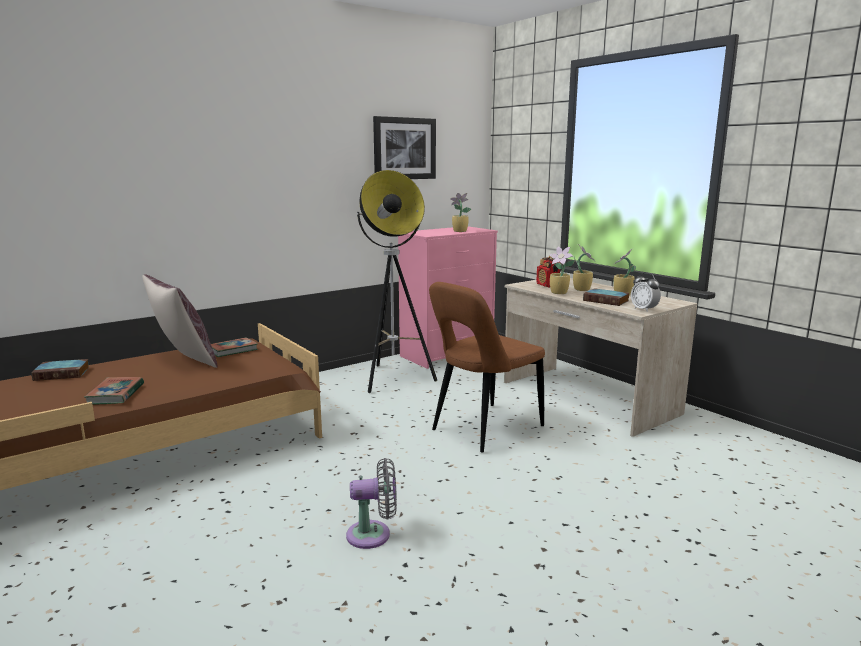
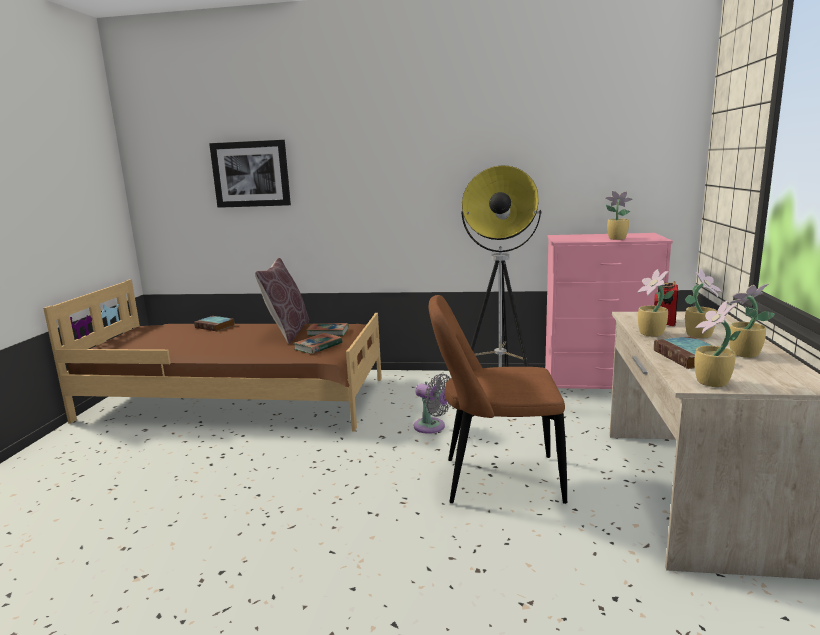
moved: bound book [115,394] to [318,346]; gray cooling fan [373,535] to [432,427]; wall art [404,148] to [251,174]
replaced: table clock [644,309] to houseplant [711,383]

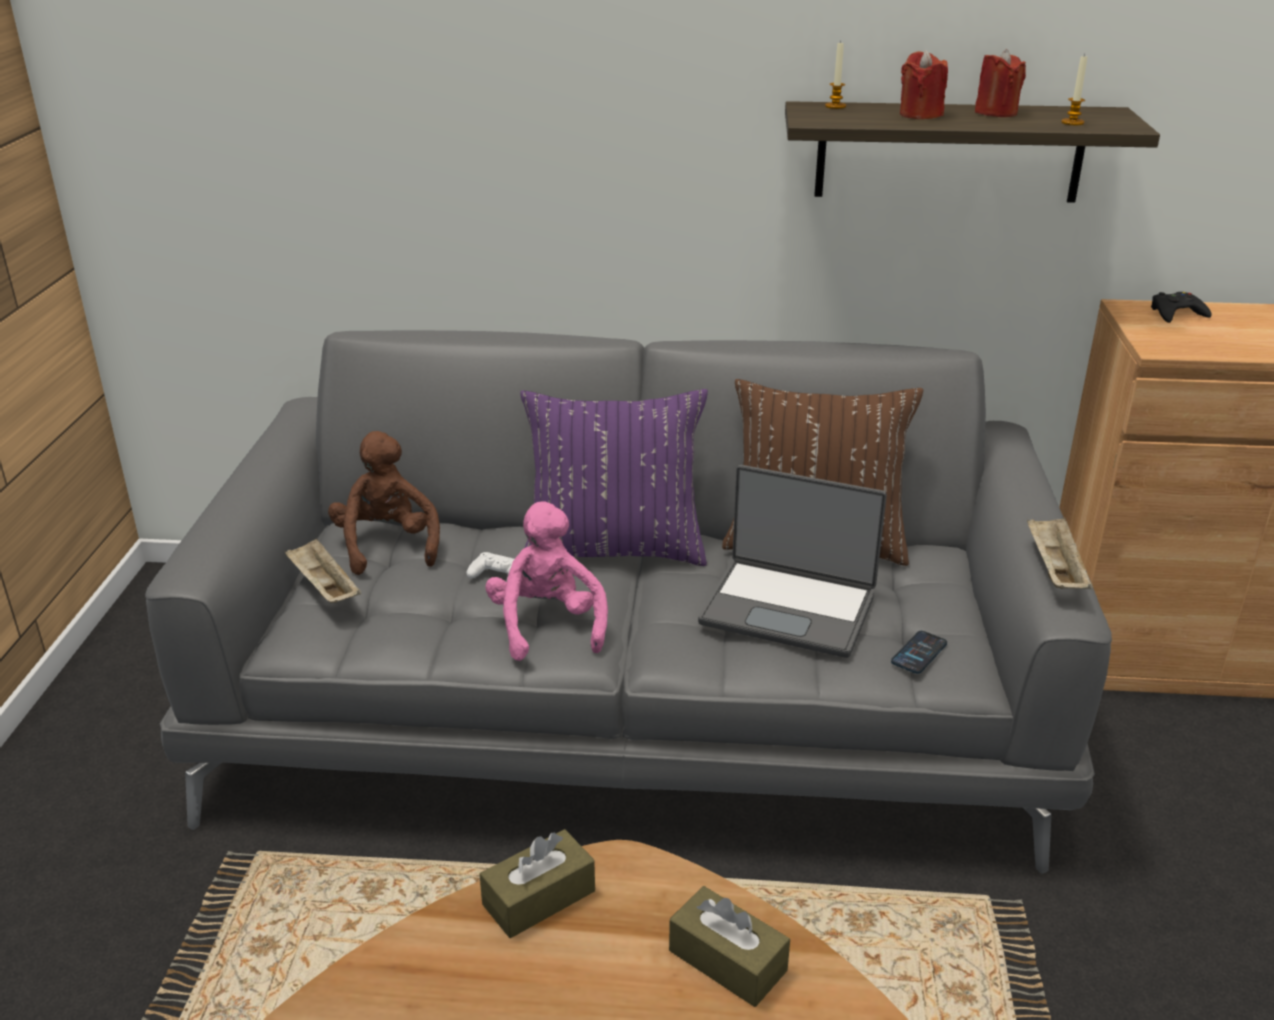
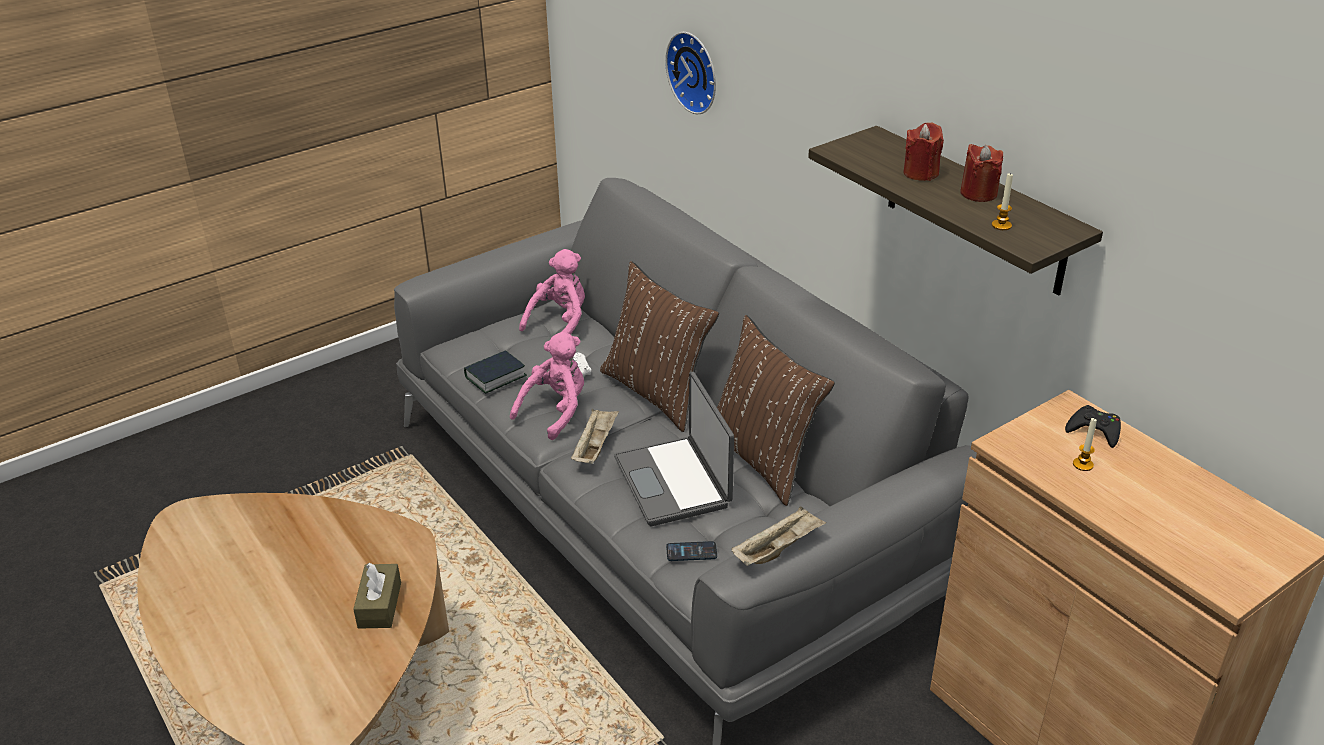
removed: brown box of tissues [539,898]
added: bound book [495,376]; clock on the wall [696,71]
moved: beige-coloured serving tray [324,588] to [595,446]; wax candle [835,106] to [1083,464]
recoloured: brown cuddly toy [387,545] to pinkish cuddly toy [560,323]; purple pillow [614,549] to brown pillow [657,393]

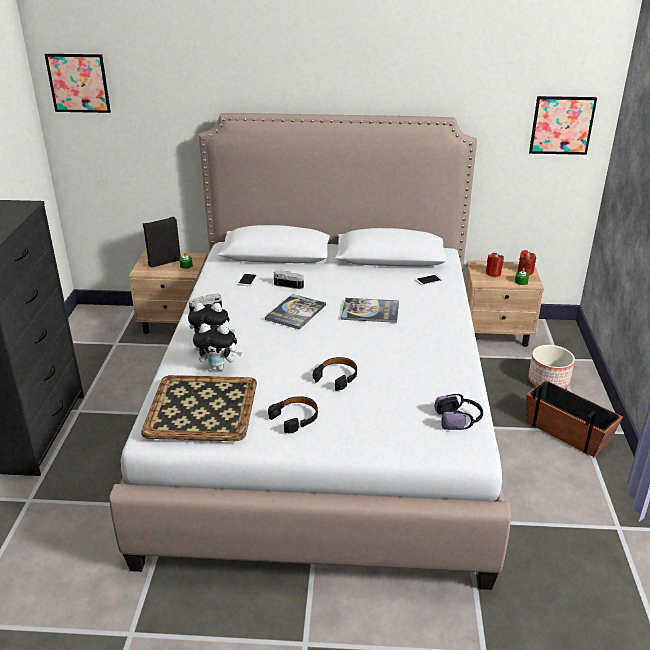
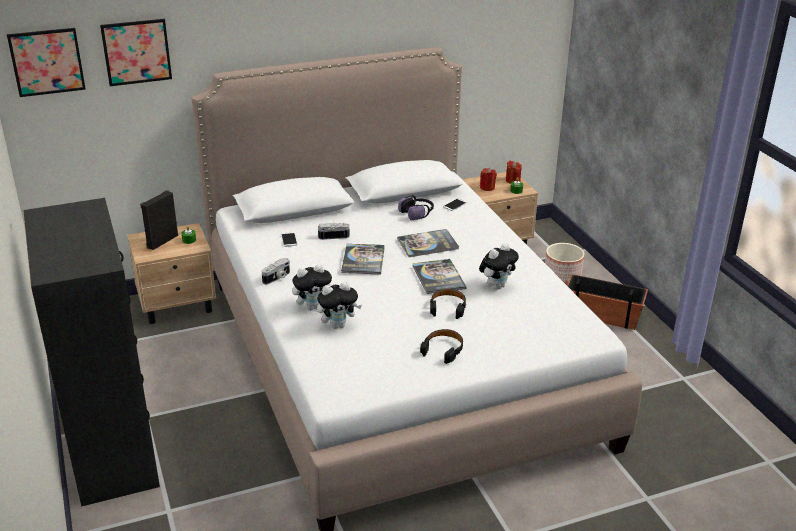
removed: serving tray [203,407]
added: bound book [438,277]; cuddly toy [497,286]
moved: headset [459,419] to [417,213]; wall art [562,125] to [136,52]

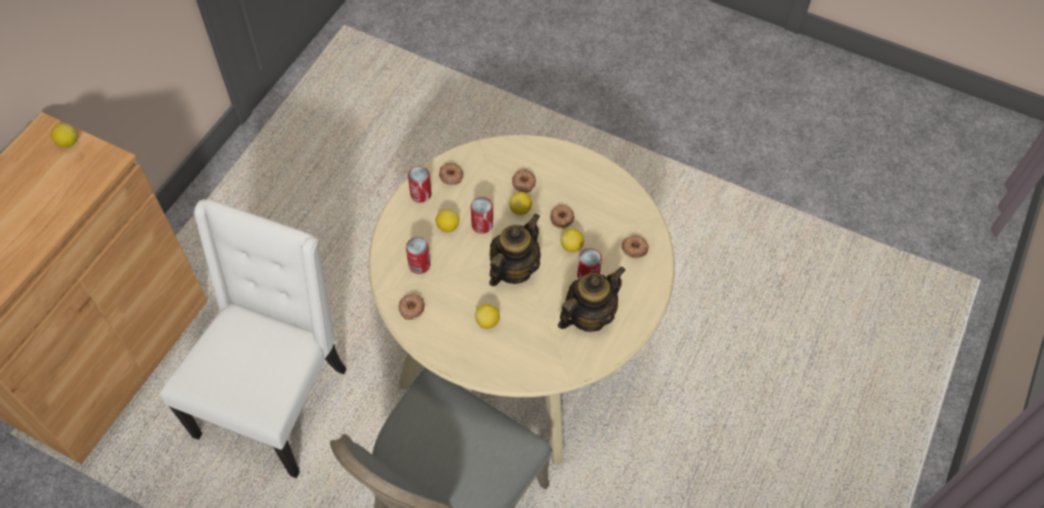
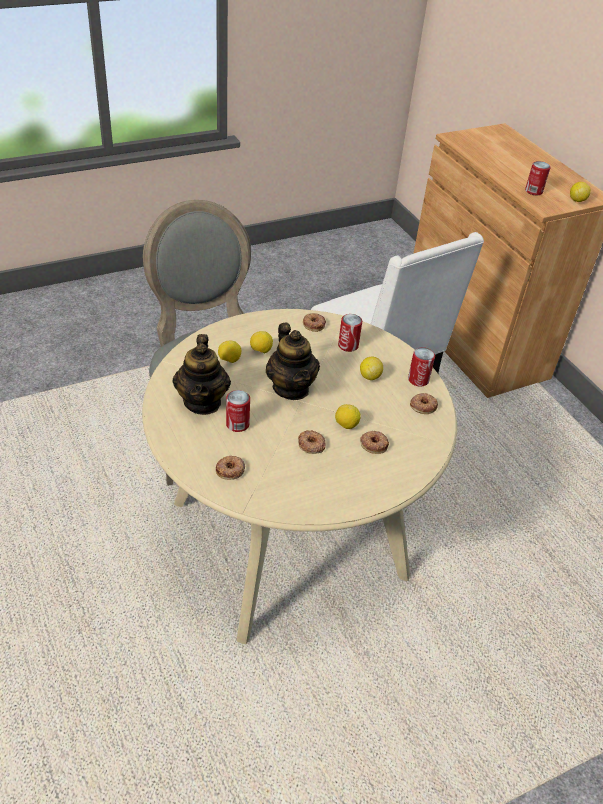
moved: sealed can [482,225] to [533,191]; lemon [571,246] to [229,360]

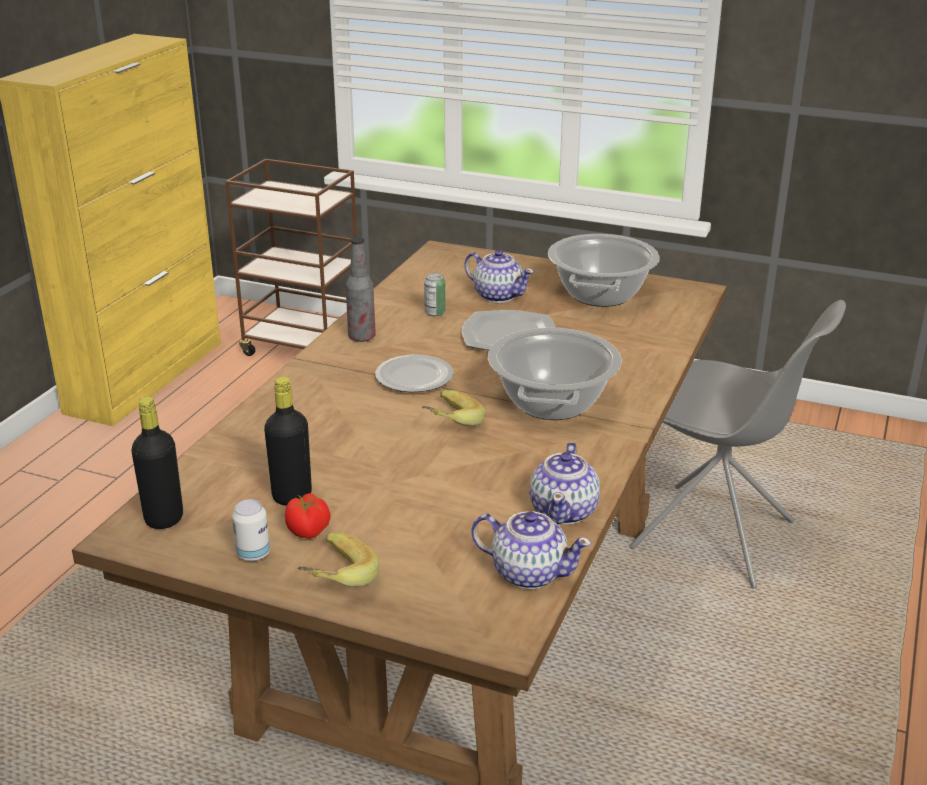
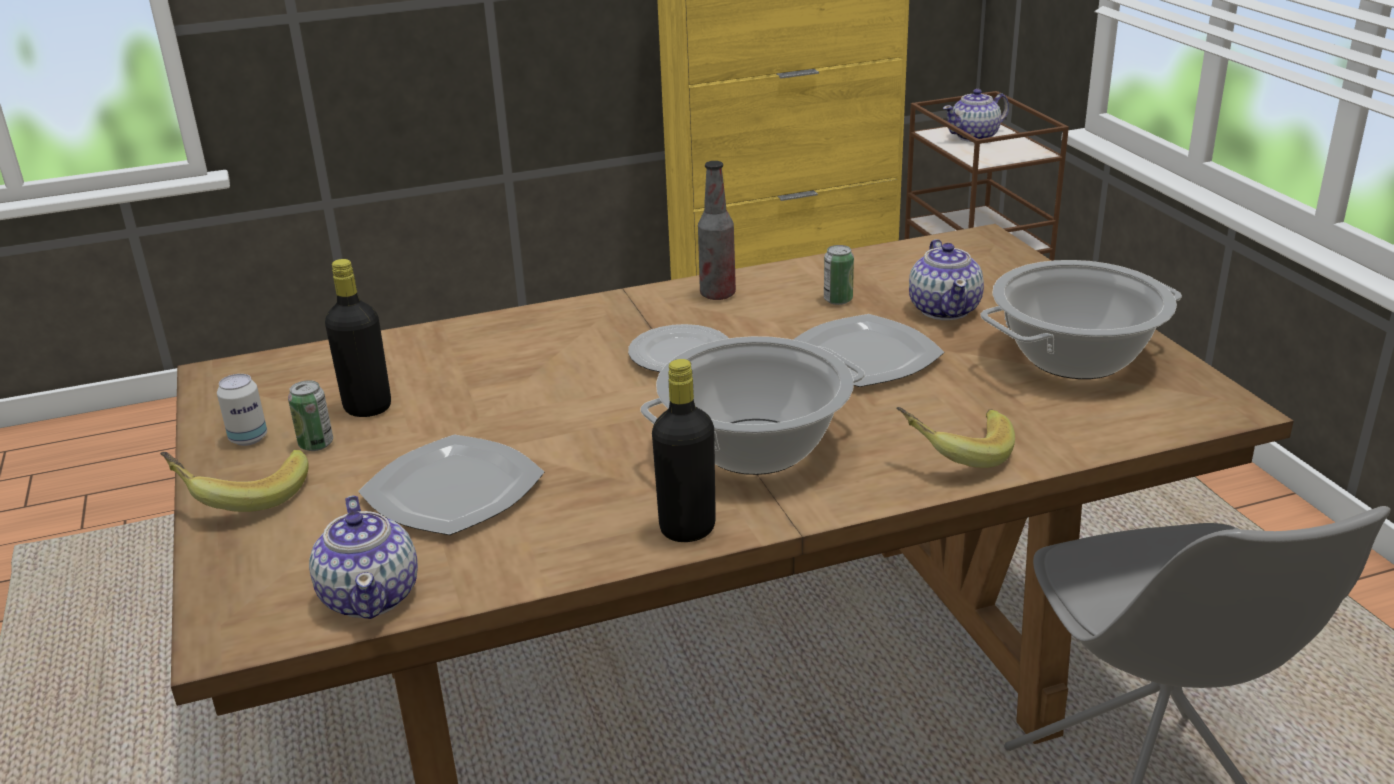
added: dinner plate [451,490]
moved: black-coloured drink bottle [164,519] to [687,529]; whole banana [446,425] to [954,453]; tea pot [564,511] to [975,137]
replaced: fresh tomato [309,531] to sealed can [316,444]

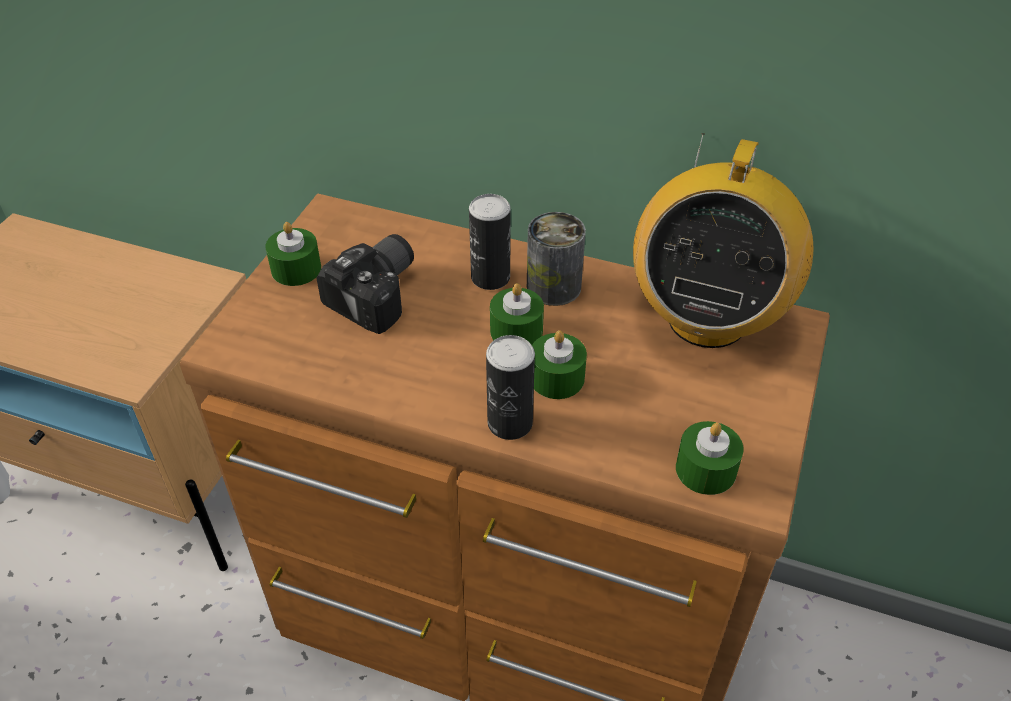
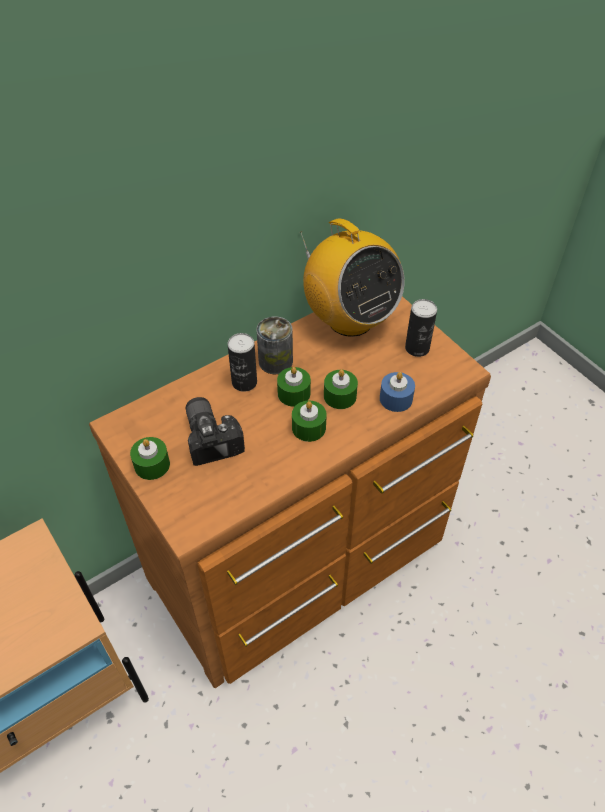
added: blue wax candle [396,399]
moved: sealed can [510,423] to [417,348]; greenish wax candle [705,470] to [308,427]

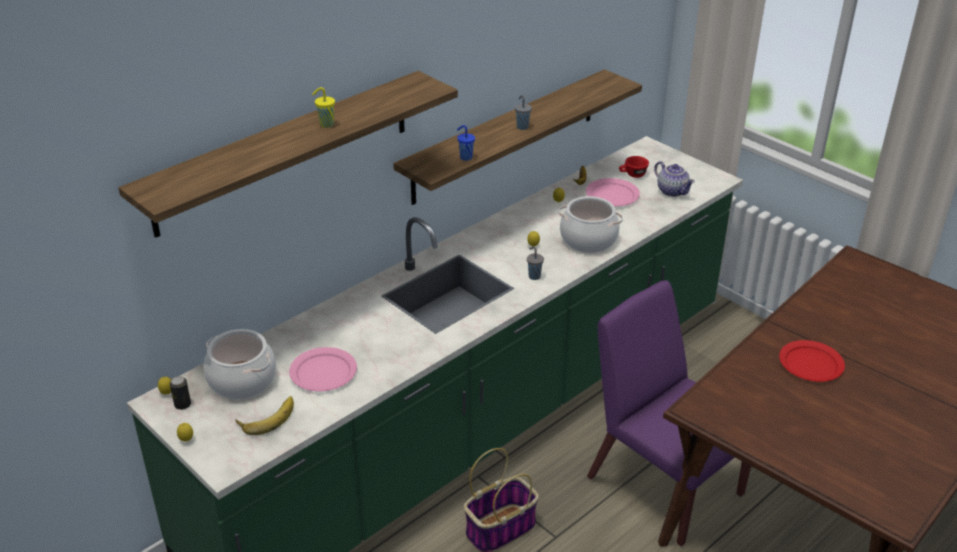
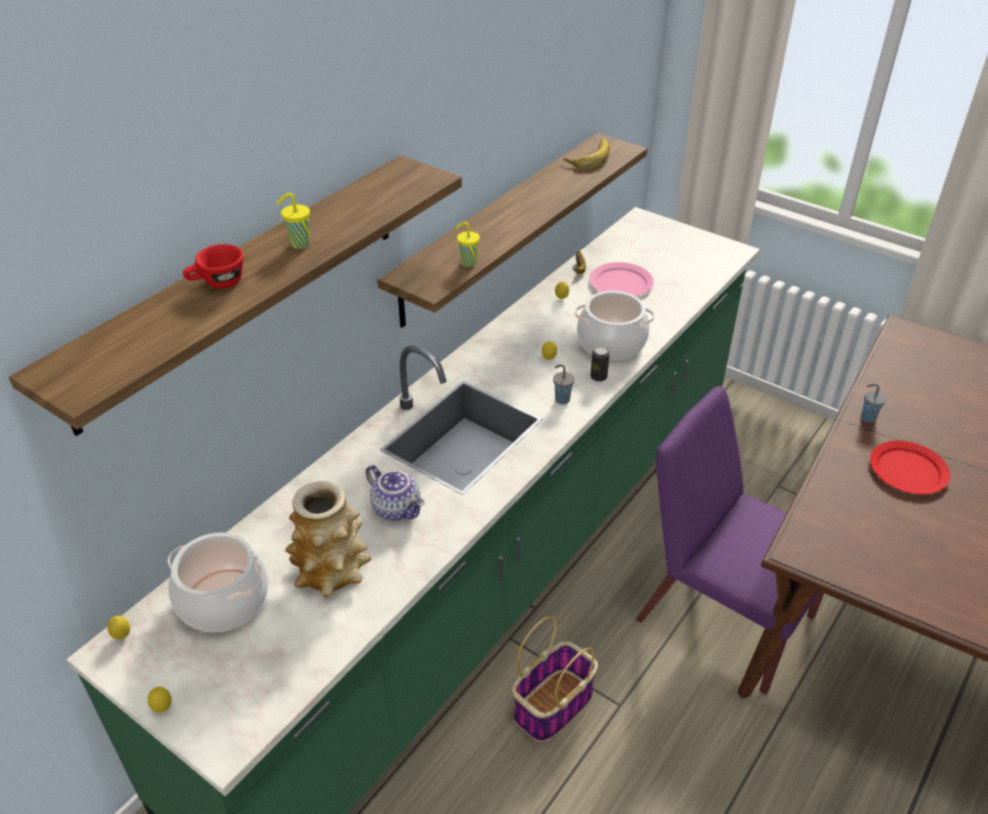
moved: sealed can [182,405] to [598,377]; whole banana [267,417] to [588,157]; gray cup [522,127] to [867,417]; red-coloured cup [632,175] to [217,283]; tea pot [673,191] to [398,508]
replaced: pinkish dinner plate [324,372] to flower vase [331,572]
recoloured: blue cup [465,157] to yellowish cup [467,262]

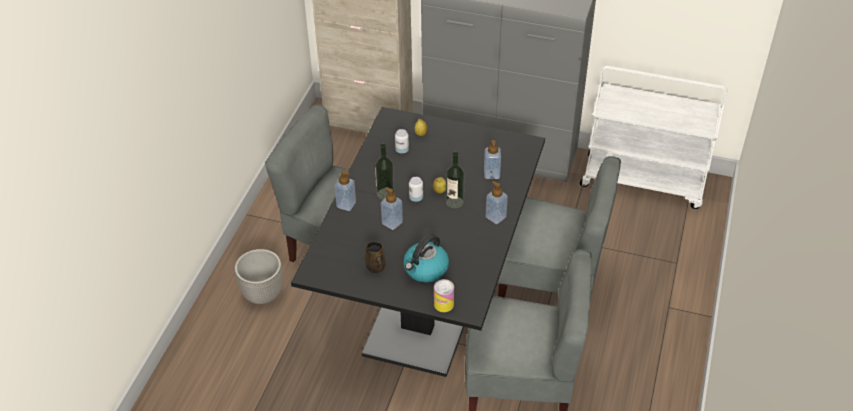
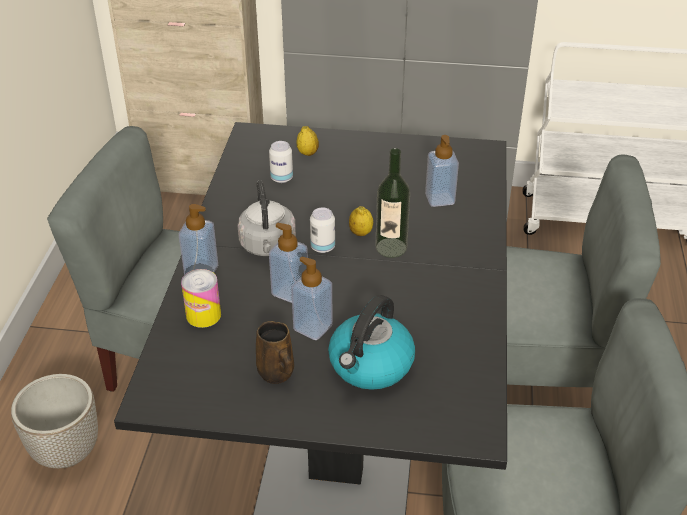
moved: sealed can [443,304] to [203,315]; soap bottle [495,217] to [313,327]
replaced: drink bottle [385,194] to gray tea kettle [268,246]

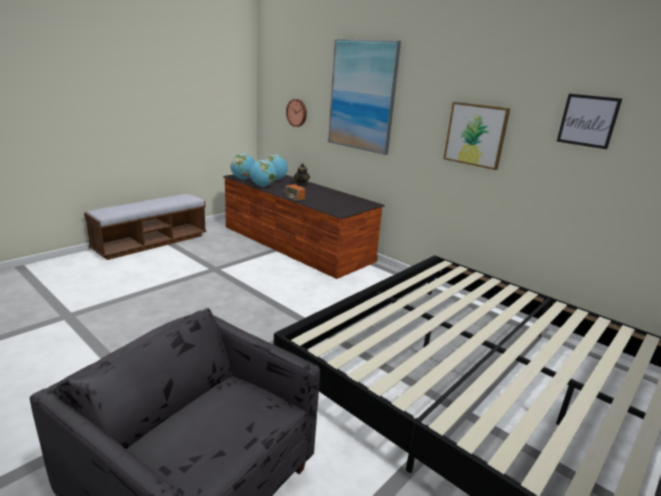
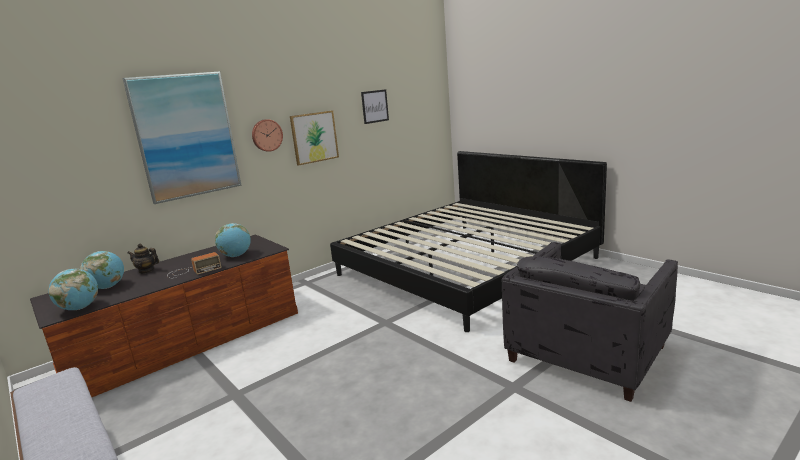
moved: globe [263,186] to [236,256]; clock on the wall [297,113] to [266,135]

